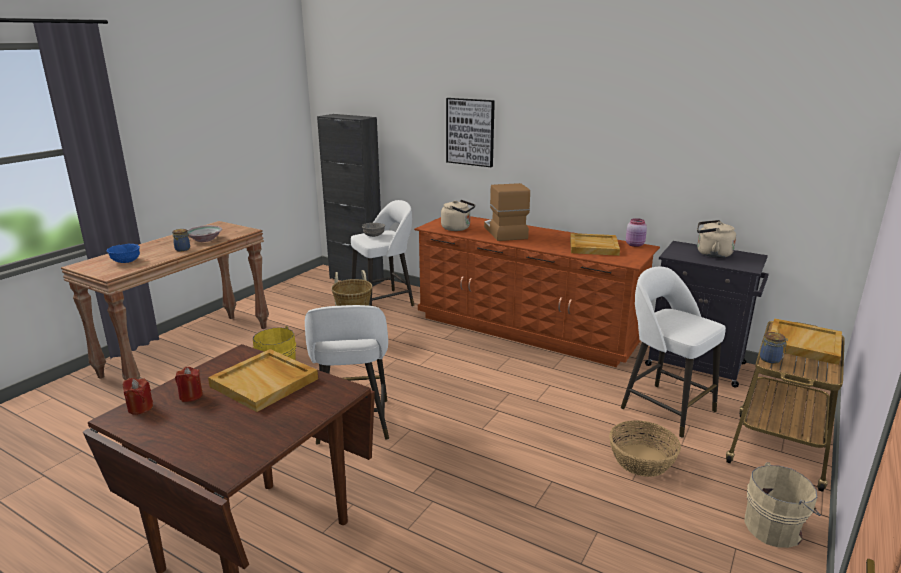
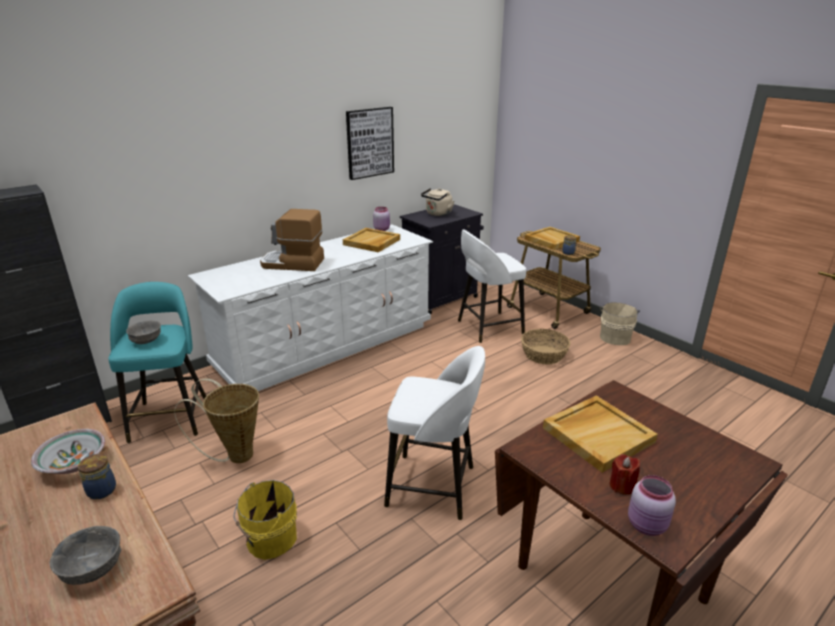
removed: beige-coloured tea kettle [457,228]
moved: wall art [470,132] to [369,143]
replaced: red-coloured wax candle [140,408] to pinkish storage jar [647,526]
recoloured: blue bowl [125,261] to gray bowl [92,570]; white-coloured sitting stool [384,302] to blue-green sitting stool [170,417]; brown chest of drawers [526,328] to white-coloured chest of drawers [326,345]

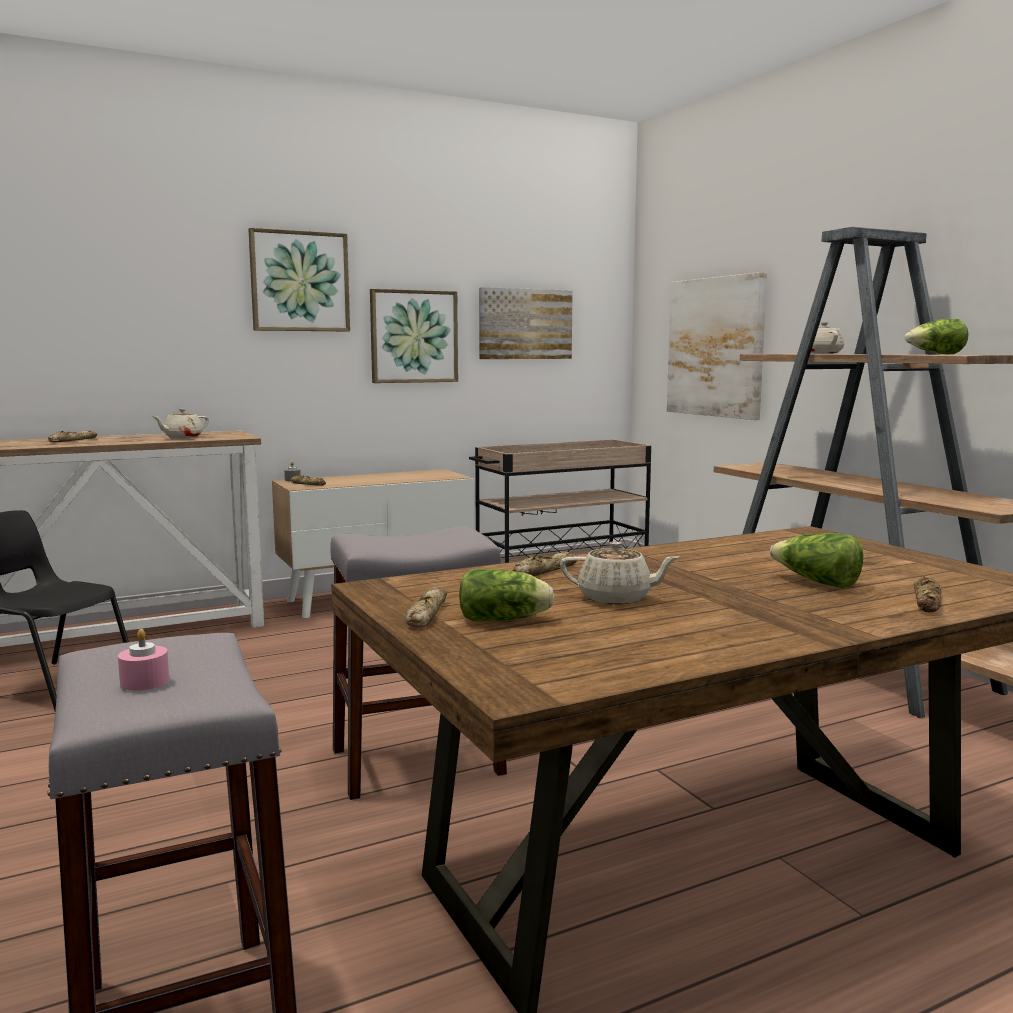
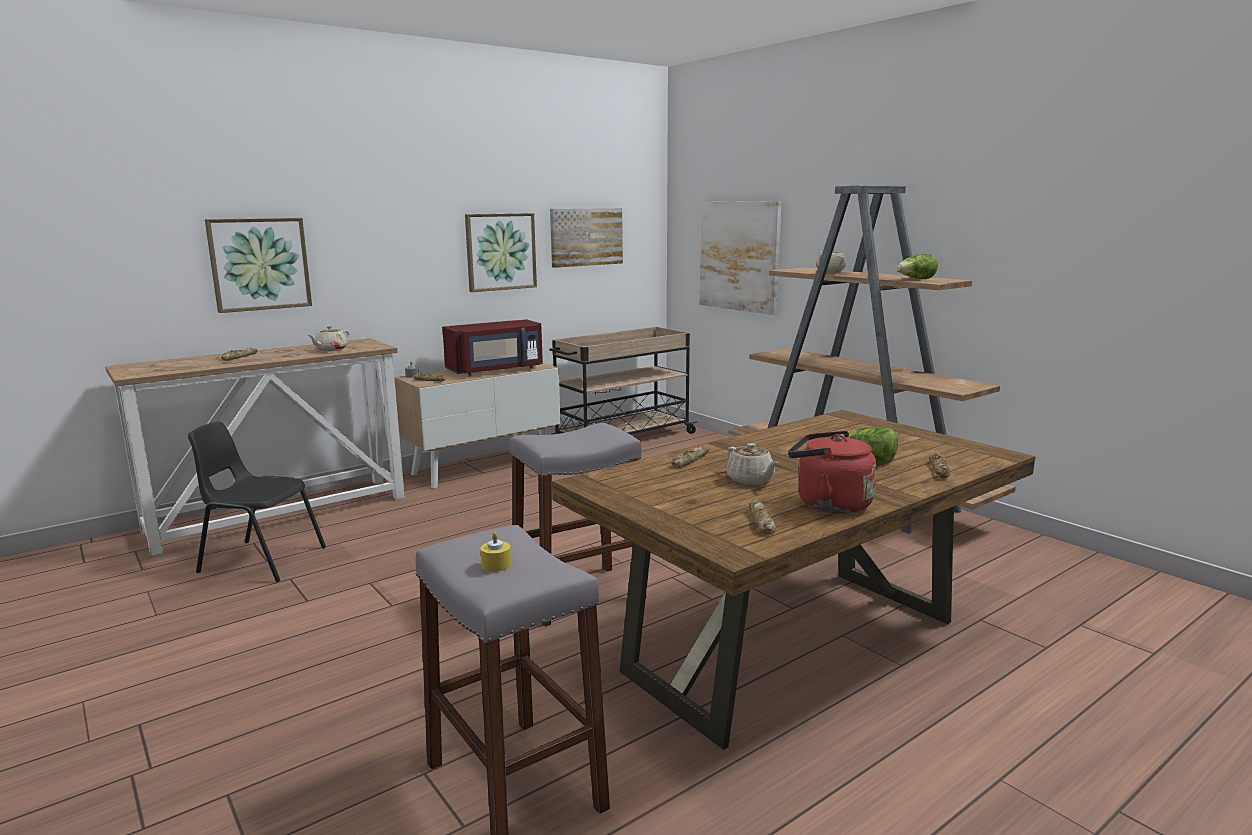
removed: lettuce [506,620]
added: red-coloured microwave [496,370]; red-coloured tea kettle [828,504]
moved: wall art [299,281] to [259,264]; bakery bread [426,614] to [760,521]
recoloured: pinkish wax candle [144,682] to yellowish wax candle [496,565]
turned: beige-coloured tea pot [616,598] = [750,480] 60 degrees clockwise

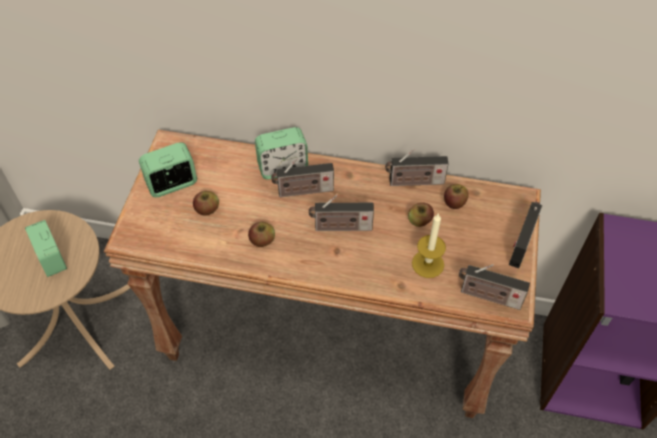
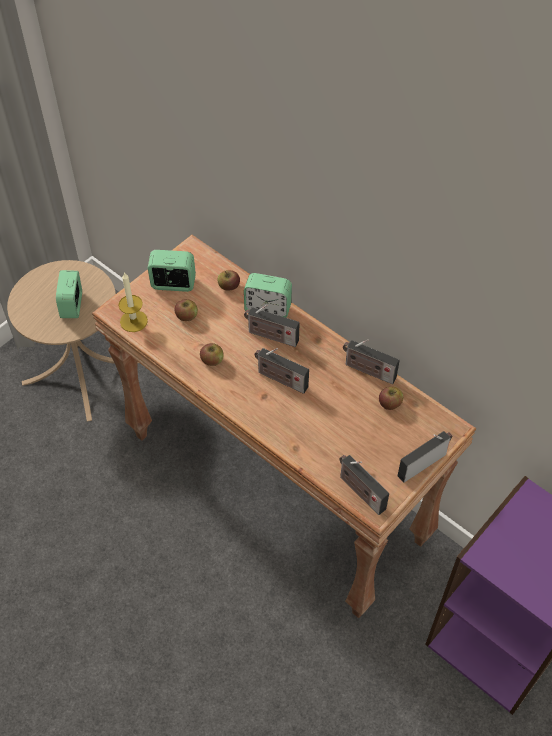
moved: apple fruit [419,221] to [229,286]; wax candle [428,264] to [133,321]

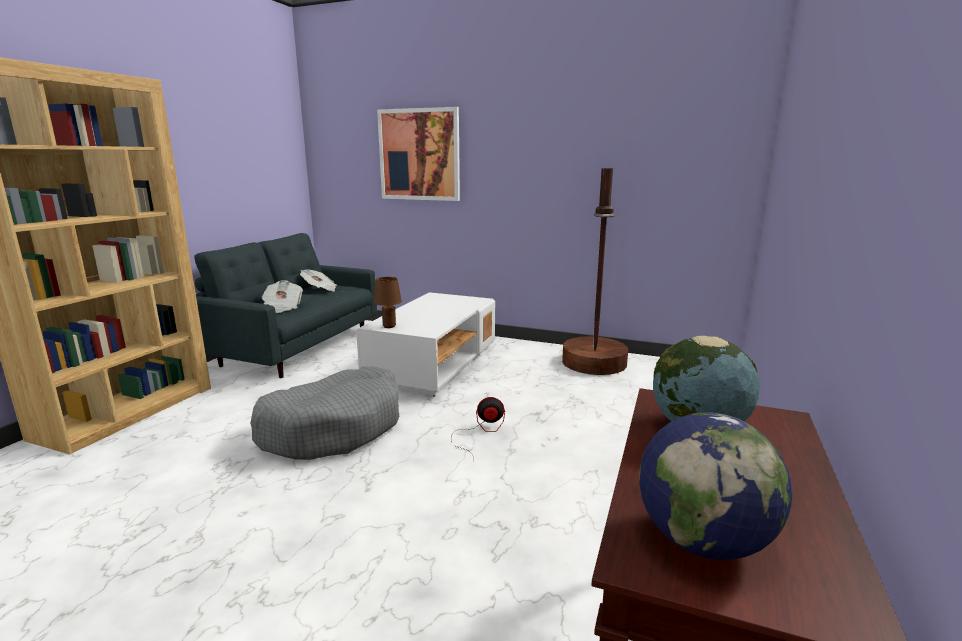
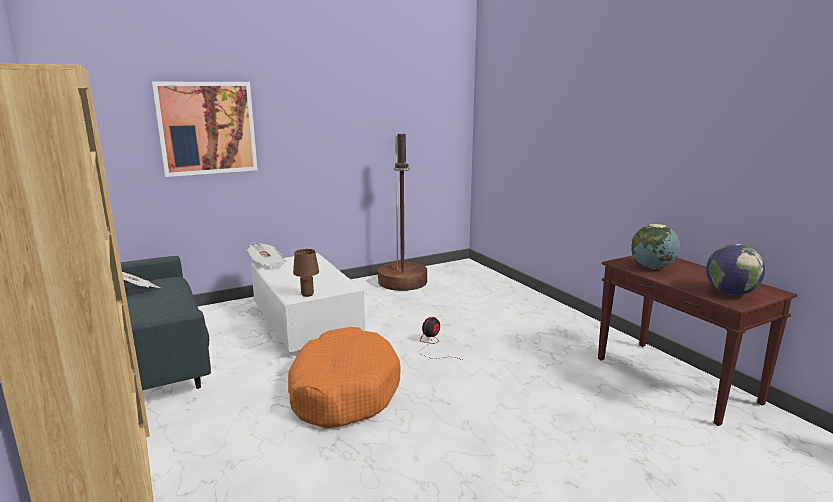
moved: daily paper [283,307] to [268,265]
recoloured: gray pet bed [333,428] to orange-coloured pet bed [343,390]

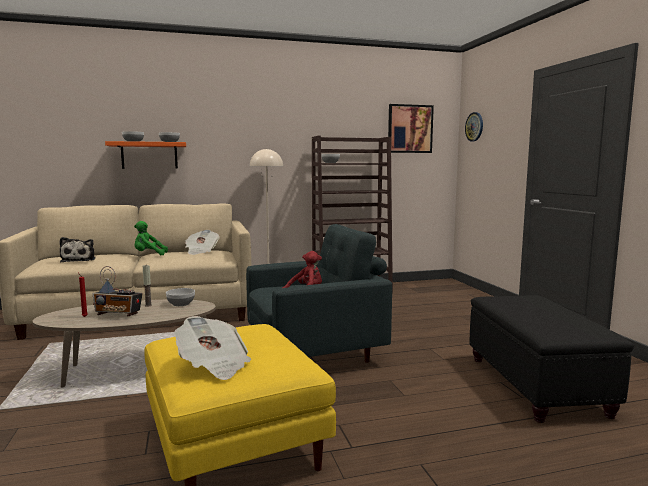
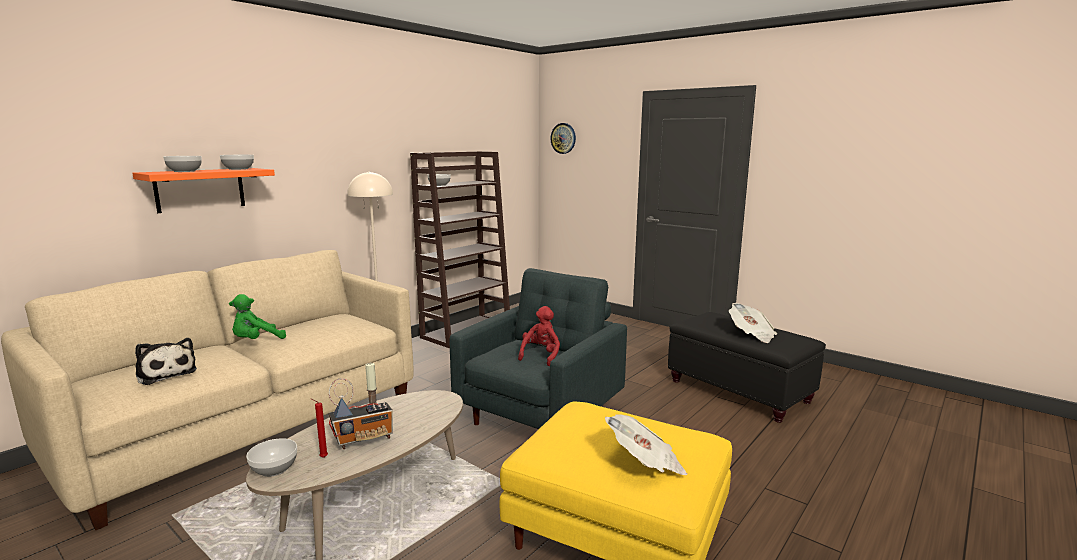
removed: wall art [410,129]
moved: bowl [181,303] to [274,468]; daily paper [201,251] to [751,335]

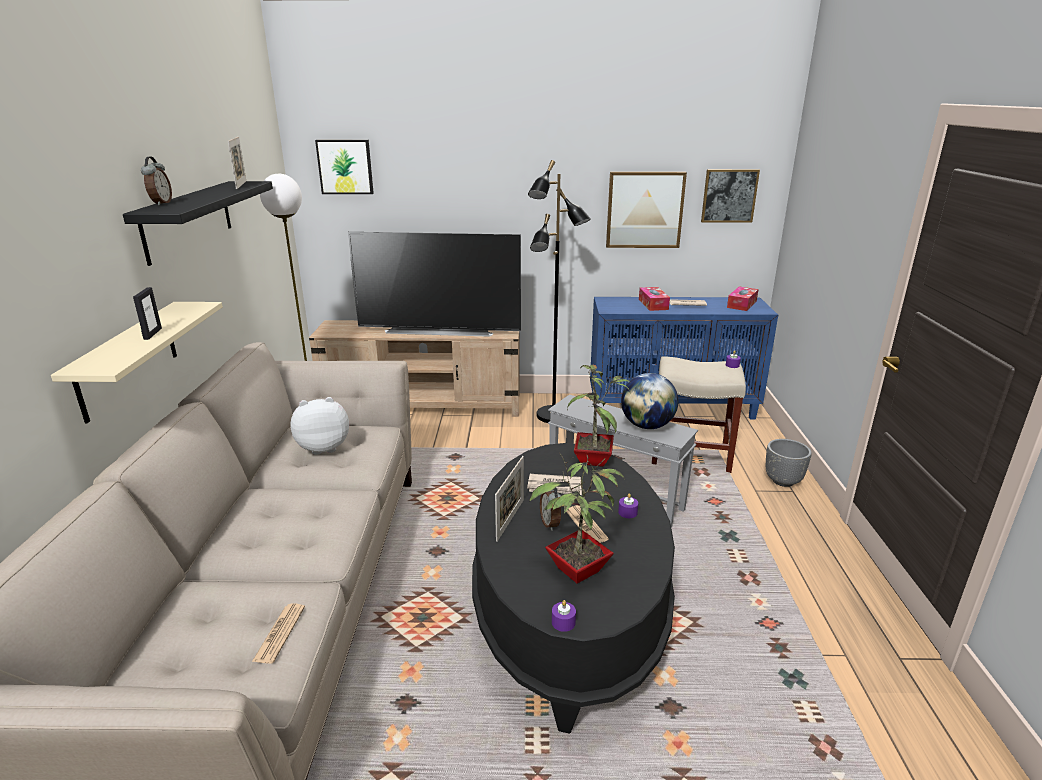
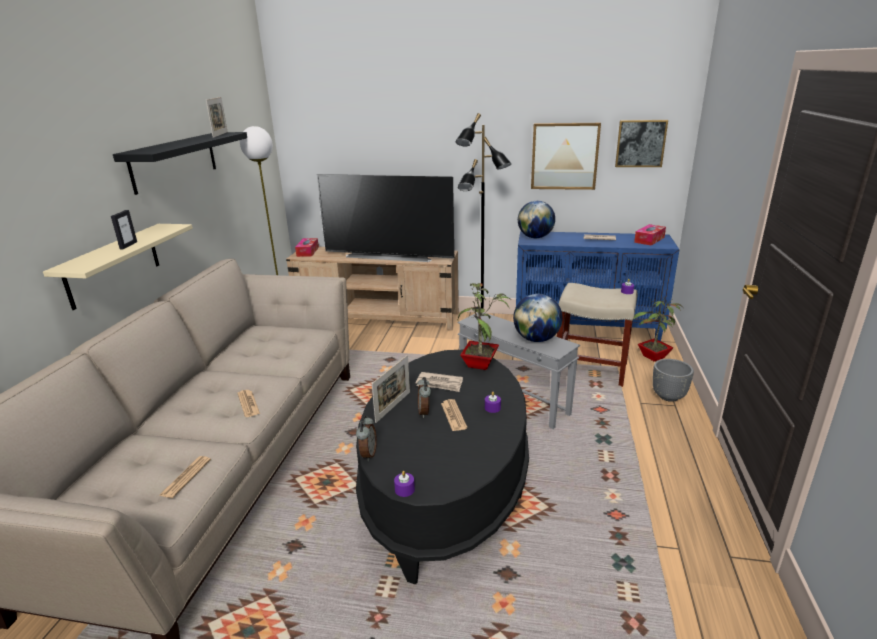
removed: cuddly toy [323,447]; wall art [345,166]
added: daily paper [248,404]; globe [535,237]
moved: table clock [161,203] to [368,454]; houseplant [576,572] to [652,357]; box of tissues [653,304] to [307,251]

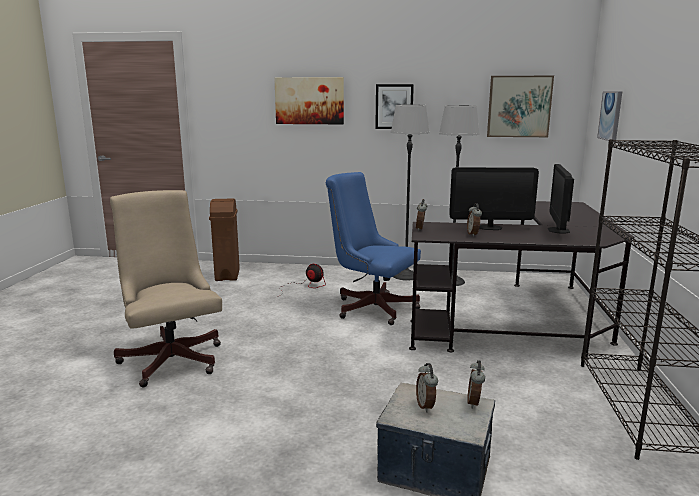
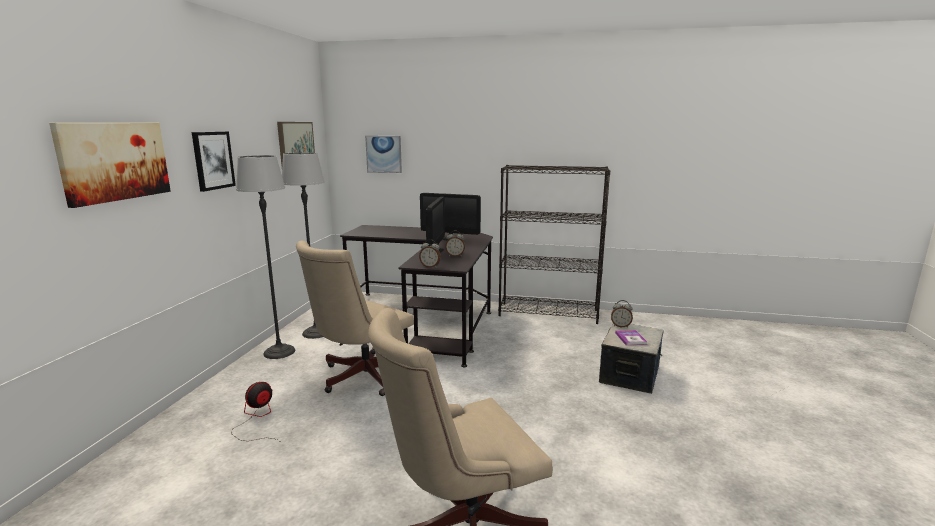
removed: brown trash can [227,275]
replaced: table clock [426,406] to bound book [630,338]
recoloured: blue office chair [371,307] to beige-coloured office chair [360,377]

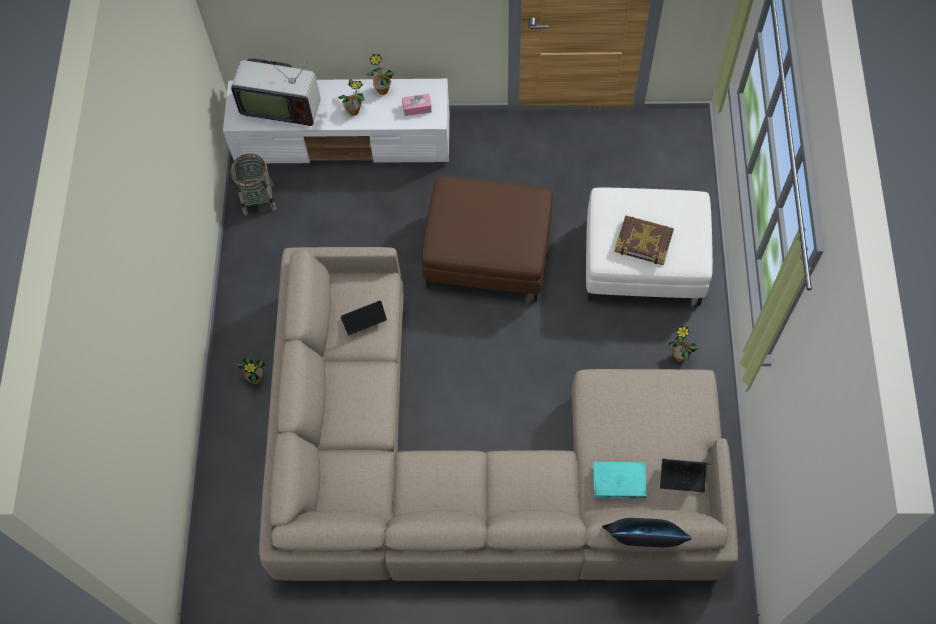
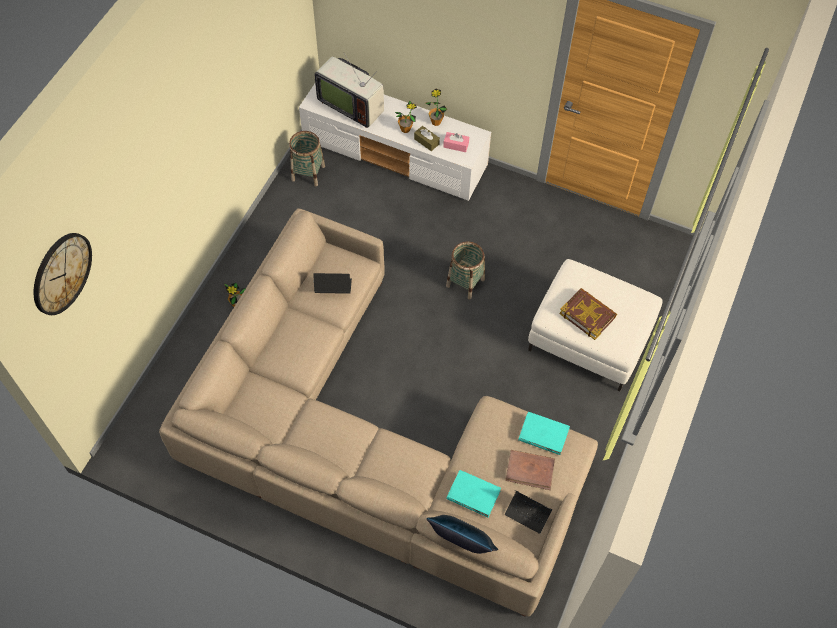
removed: houseplant [679,356]
added: clock on the wall [61,273]; brown box of tissues [426,141]; brown bound book [530,470]; blue-green bound book [543,434]
replaced: brown ottoman [488,254] to basket [465,282]

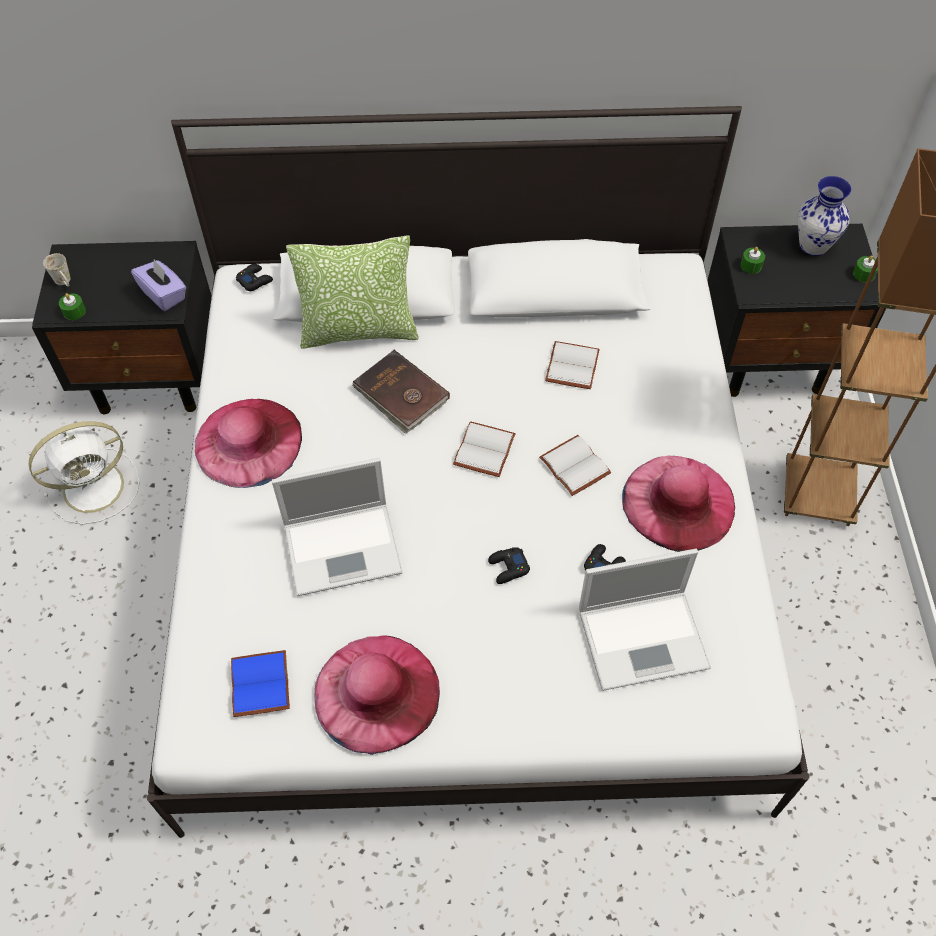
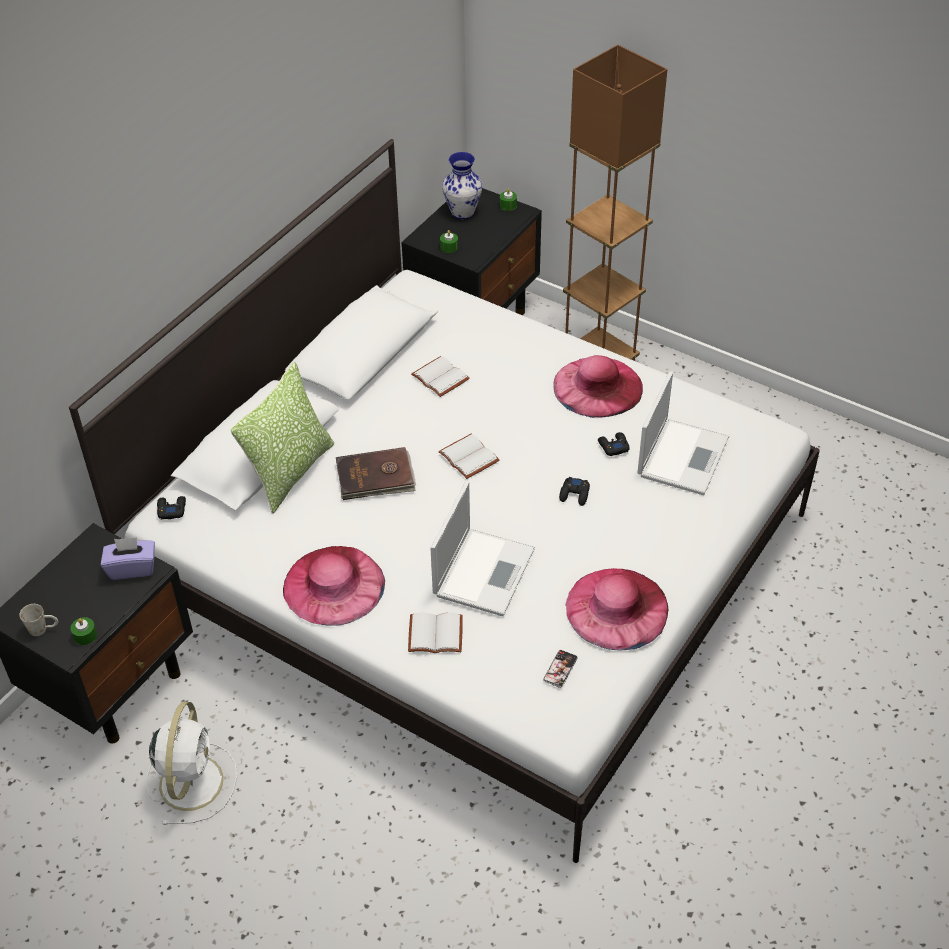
moved: white-coloured bound book [572,466] to [434,636]
replaced: blue bound book [262,685] to telephone [560,669]

